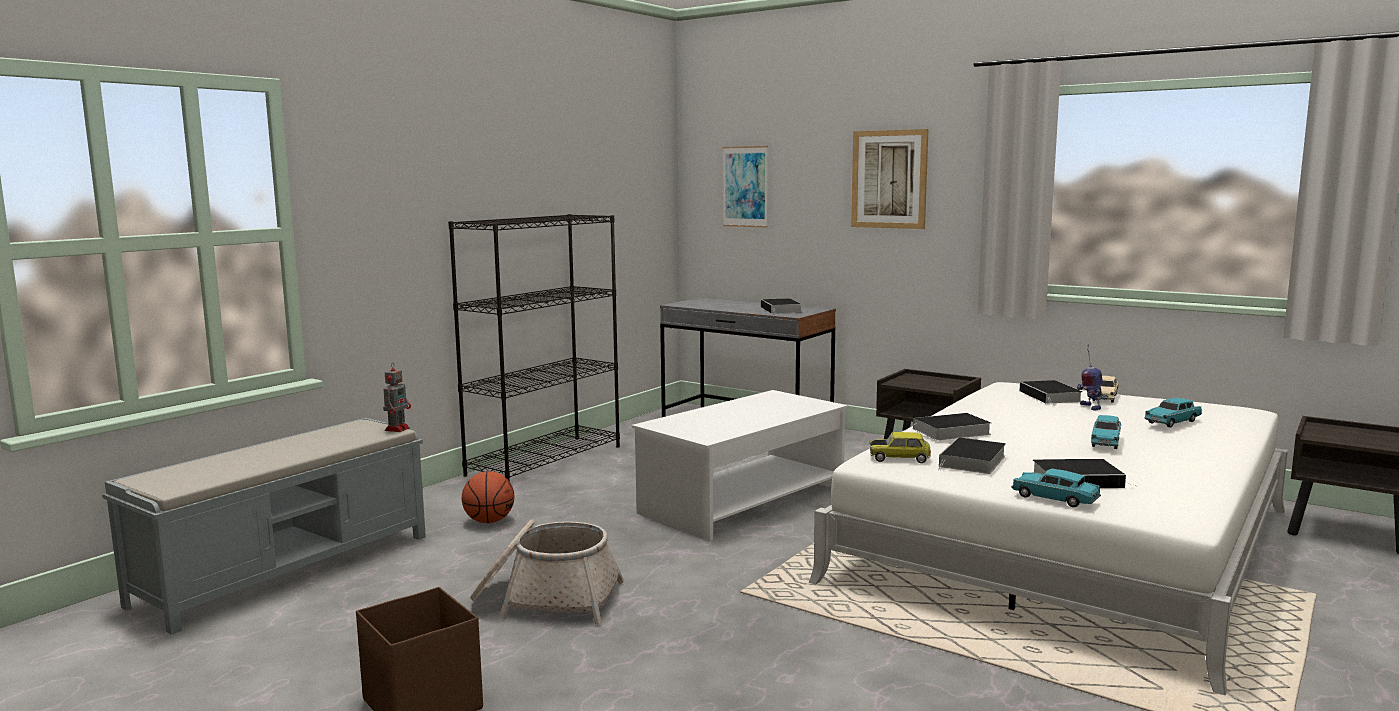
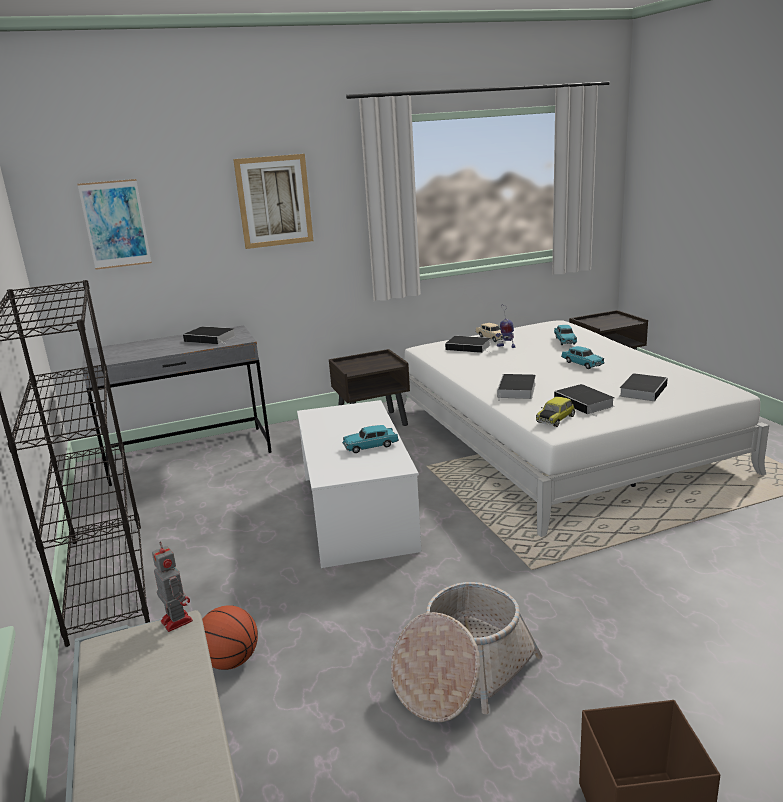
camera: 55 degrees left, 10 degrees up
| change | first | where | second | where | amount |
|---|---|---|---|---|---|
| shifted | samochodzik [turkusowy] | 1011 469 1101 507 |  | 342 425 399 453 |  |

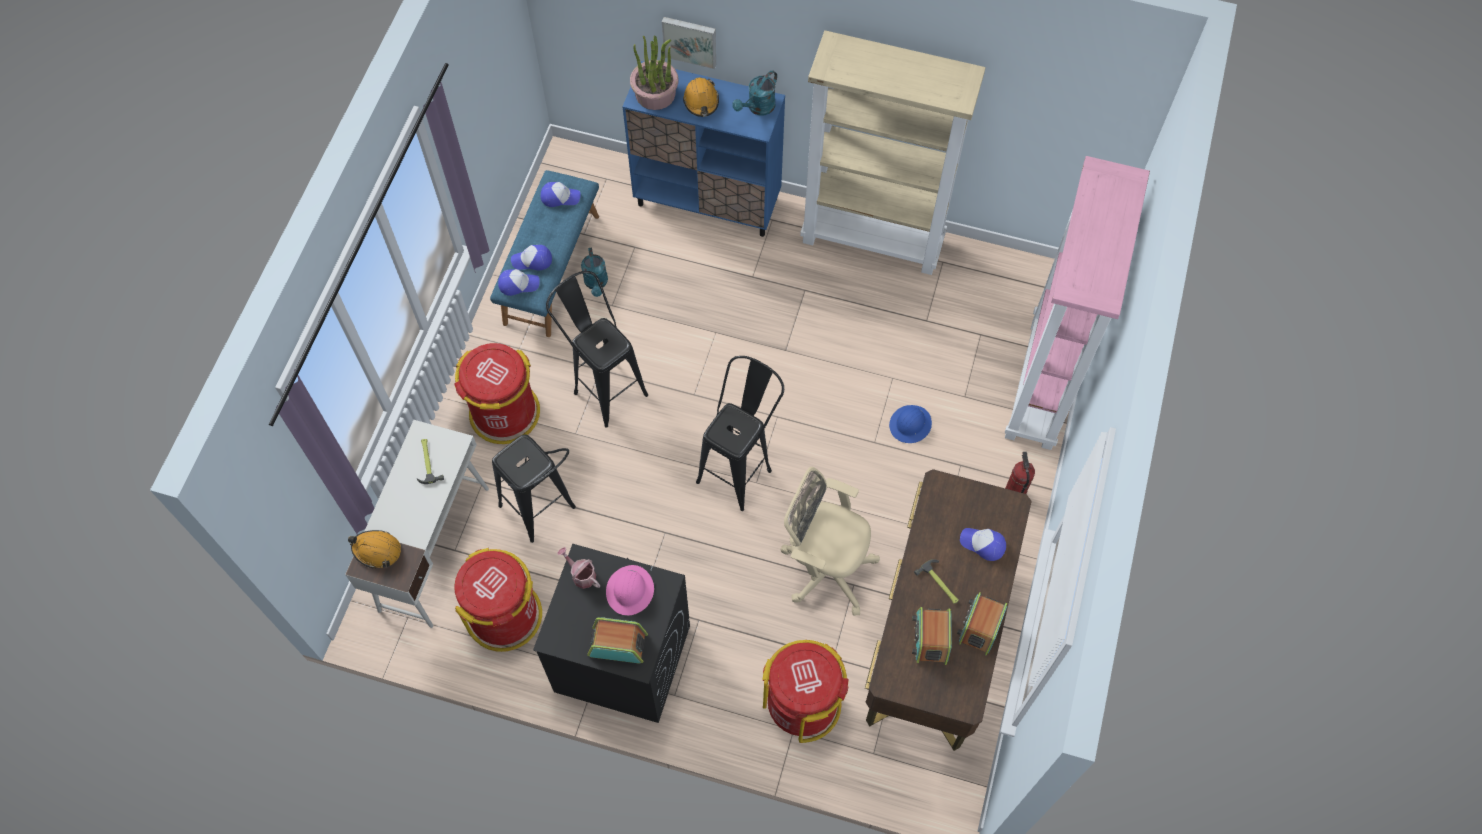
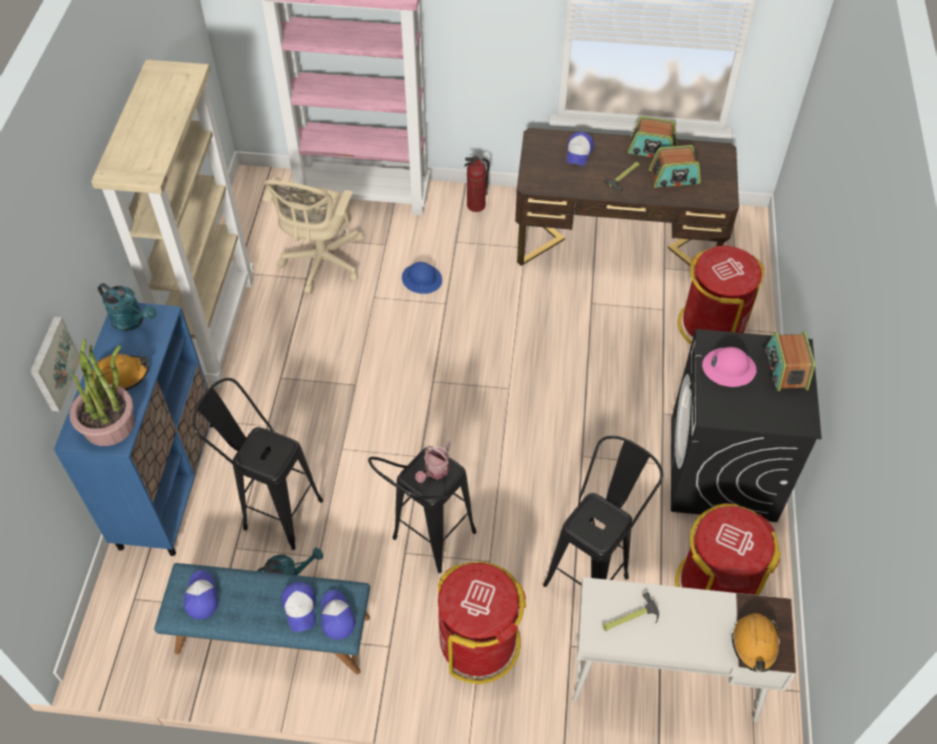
camera: 100 degrees left, 10 degrees down
| change | first | where | second | where | amount |
|---|---|---|---|---|---|
| shifted | konewka | 557 547 600 589 |  | 415 441 450 483 |  |
| shifted | stołek [czarny] | 696 356 784 511 |  | 193 378 323 550 |  |
| shifted | krzesło biurowe [beżowy] | 780 467 880 616 |  | 263 177 364 294 |  |

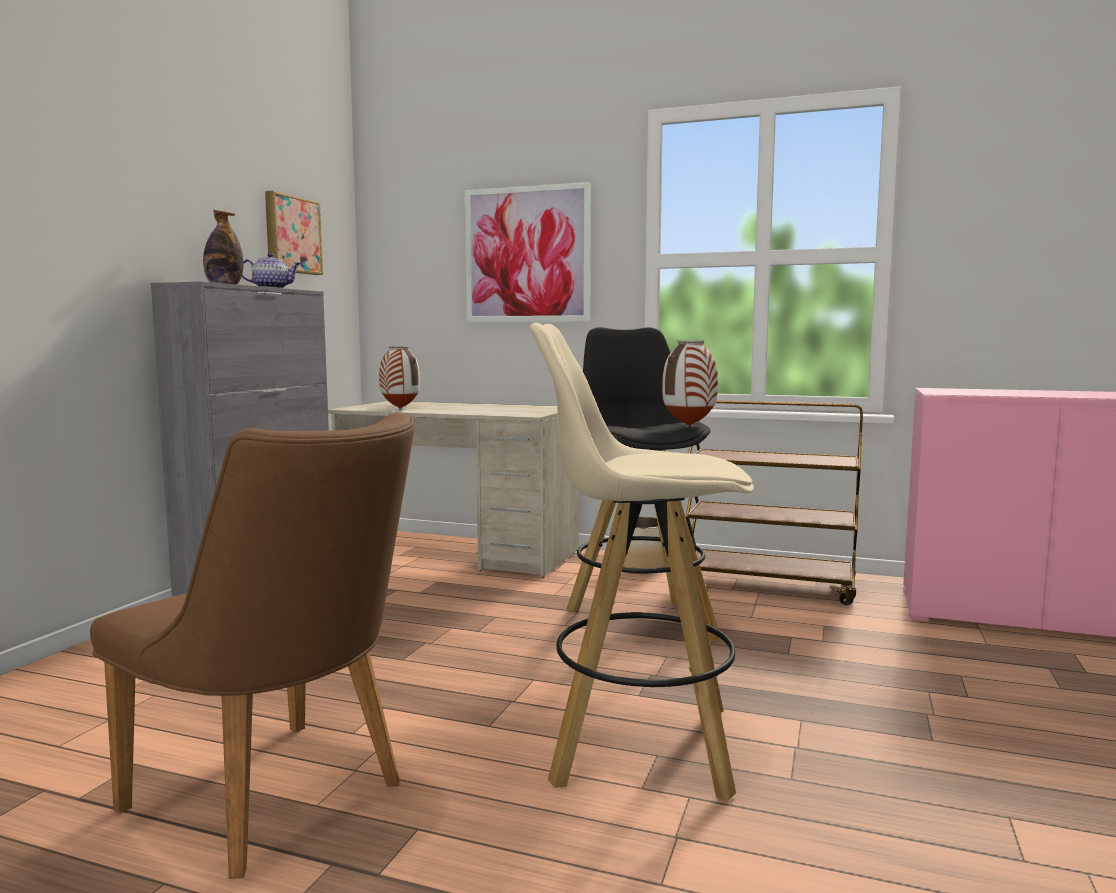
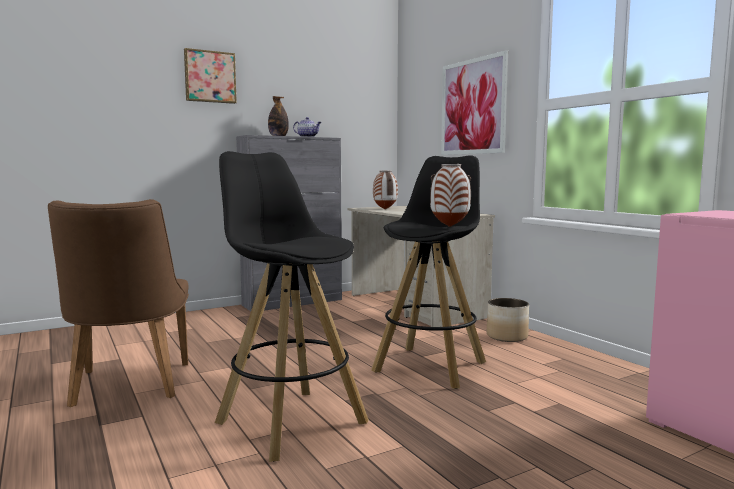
camera: 40 degrees right, 0 degrees up
| change | first | where | second | where | amount |
|---|---|---|---|---|---|
| gone | wózek [brązowy] | 686 400 863 605 |  |  |  |
| shifted | obraz | 265 191 323 275 |  | 184 48 237 104 |  |
| repainted | stołek [beżowy] | 530 323 754 800 | stołek [czarny] | 215 151 369 462 |  |

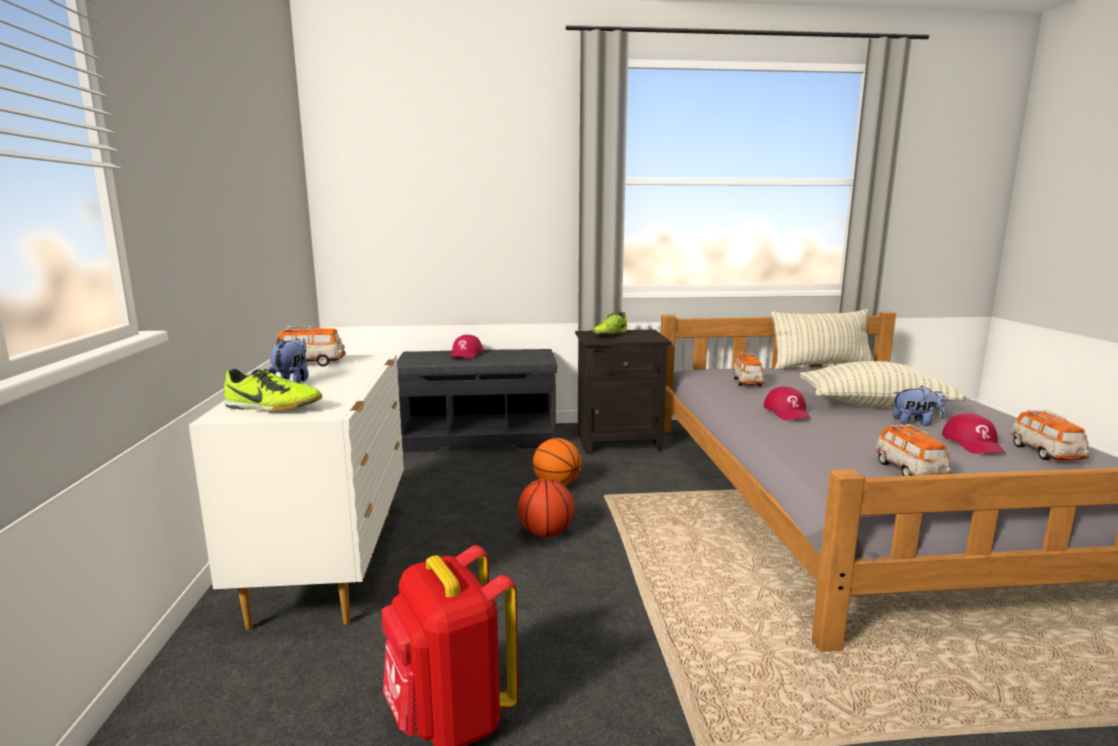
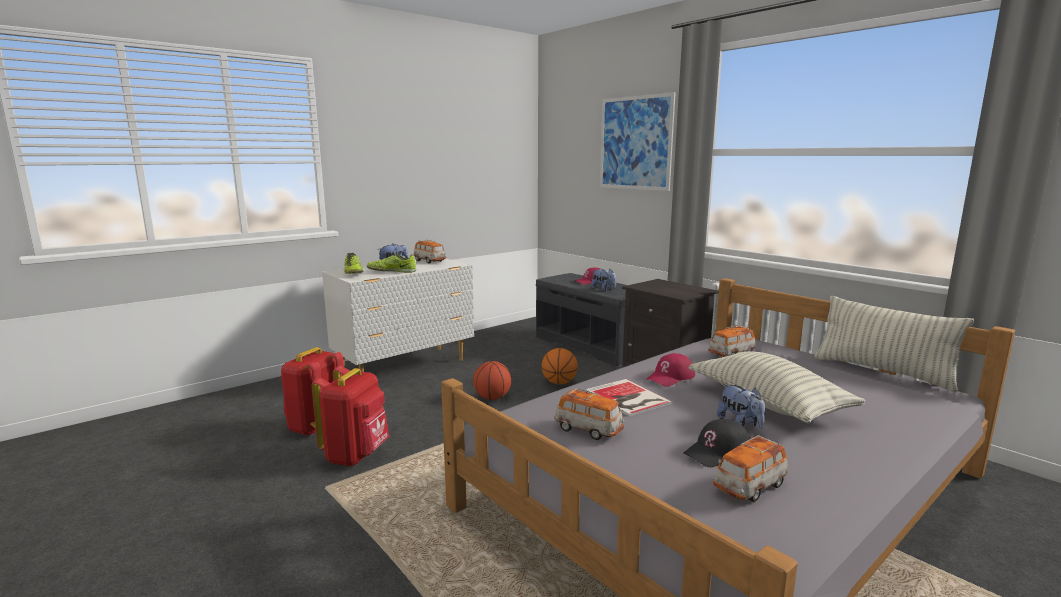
camera: 55 degrees right, 0 degrees up
| change | first | where | second | where | amount |
|---|---|---|---|---|---|
| new |  |  | plecak [czerwony] | 311 366 389 466 |  |
| new |  |  | książka | 586 379 672 417 |  |
| new |  |  | pluszak | 591 269 616 291 |  |
| new |  |  | obraz | 600 92 676 191 |  |
| shifted | but | 593 312 627 335 |  | 367 254 416 273 |  |
| repainted | czapka z daszkiem [czerwony] | 942 413 1006 454 | czapka z daszkiem [czarny] | 683 419 751 467 |  |
| rotated | samochodzik | 875 424 951 476 |  | 554 388 624 440 | 105 degrees counterclockwise |

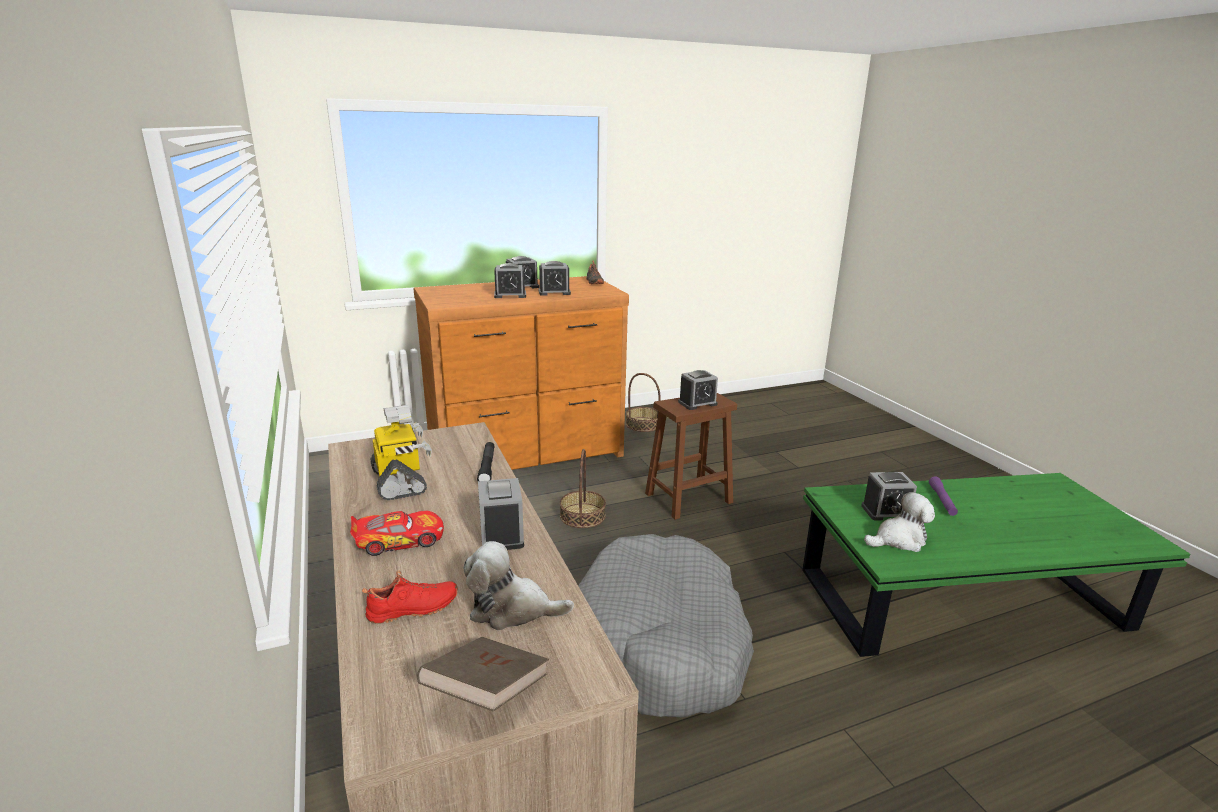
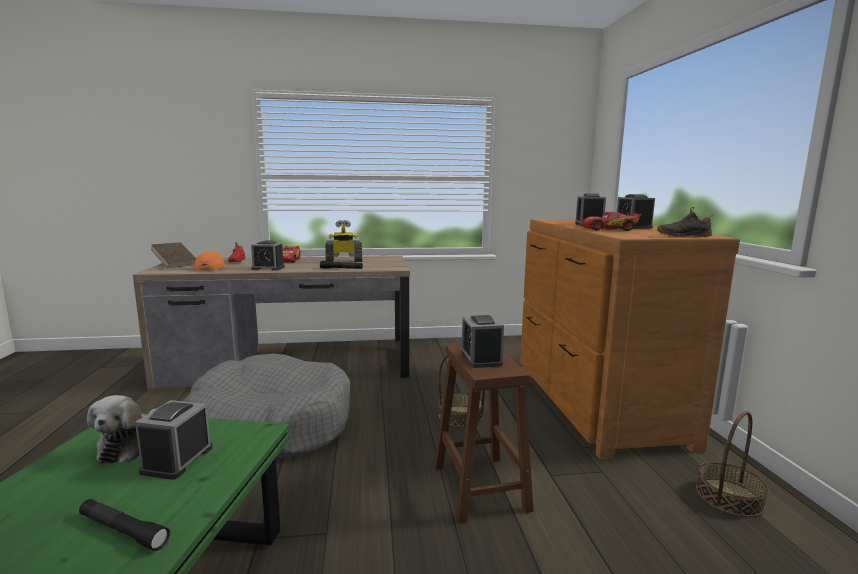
camera: 105 degrees right, 10 degrees down
| change | first | where | second | where | amount |
|---|---|---|---|---|---|
| swapped | pluszak | 464 541 574 631 | czapka z daszkiem [pomarańczowy] | 194 251 226 270 |  |
| swapped | budzik | 538 261 571 295 | samochodzik | 582 212 641 231 |  |
| repainted | latarka [fioletowy] | 929 476 958 516 | latarka [czarny] | 79 499 170 551 |  |

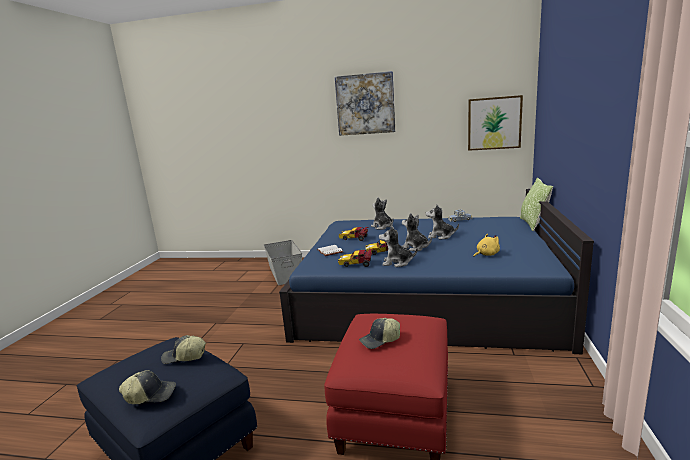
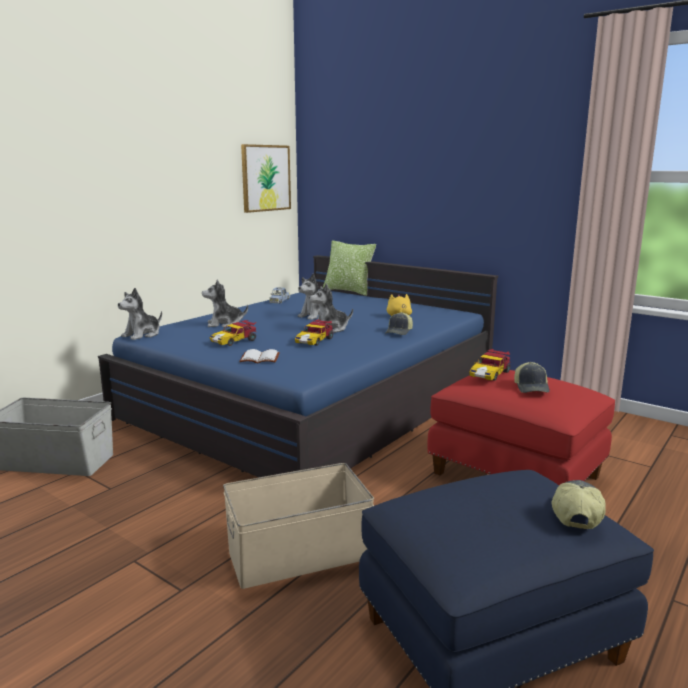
camera: 65 degrees left, 0 degrees up
| change | first | where | second | where | amount |
|---|---|---|---|---|---|
| gone | obraz | 335 71 395 136 |  |  |  |
| new |  |  | pojemnik do przechowywania [beżowy] | 223 463 374 589 |  |
| shifted | czapka z daszkiem | 161 335 206 364 |  | 385 312 413 335 |  |
| shifted | samochodzik | 338 249 373 267 |  | 469 349 511 381 |  |
| shifted | pluszak | 379 226 418 267 |  | 118 288 162 340 |  |

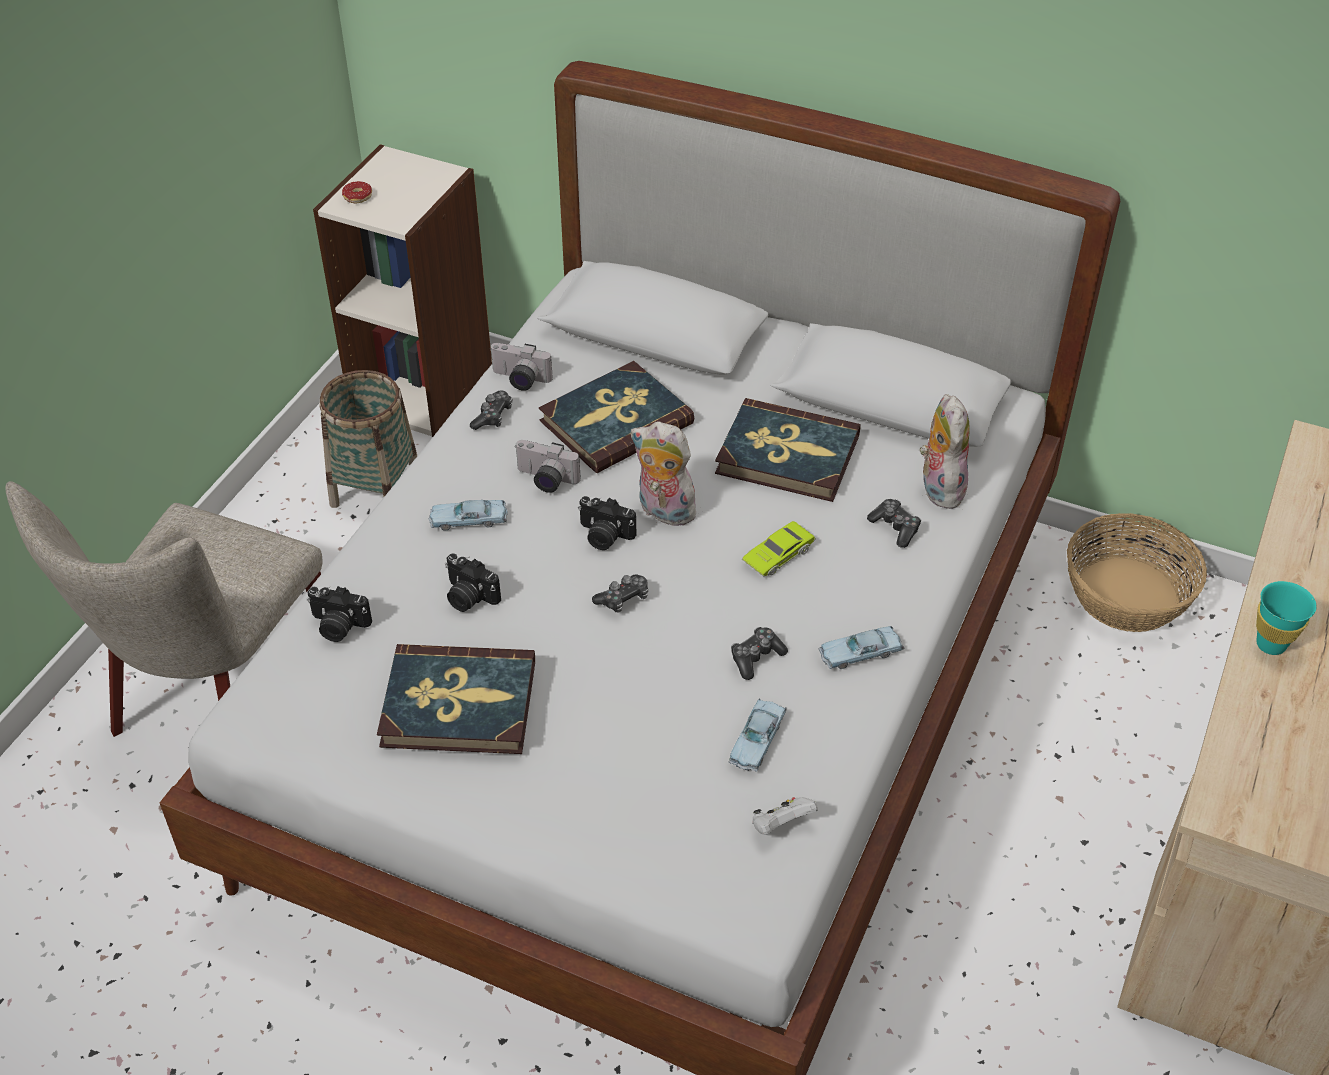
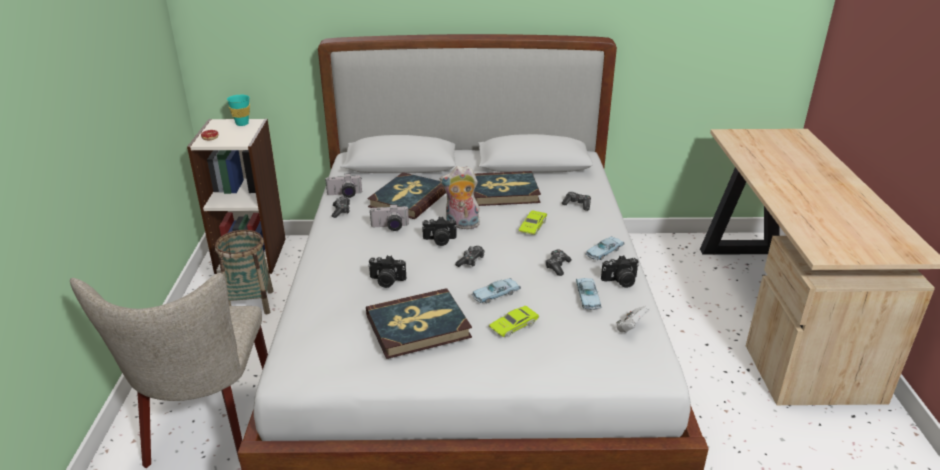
camera: 25 degrees left, 15 degrees down
| change | first | where | second | where | amount |
|---|---|---|---|---|---|
| gone | pluszak | 920 394 970 509 |  |  |  |
| gone | koszyk | 1067 513 1207 632 |  |  |  |
| new |  |  | samochodzik [zielony] | 489 306 539 337 |  |
| shifted | aparat fotograficzny | 307 586 372 642 |  | 601 255 639 288 |  |
| shifted | samochodzik [niebieski] | 429 500 508 530 |  | 472 278 521 303 |  |
| shifted | filiżanka [turkusowy] | 1256 581 1317 655 |  | 227 95 250 126 |  |

